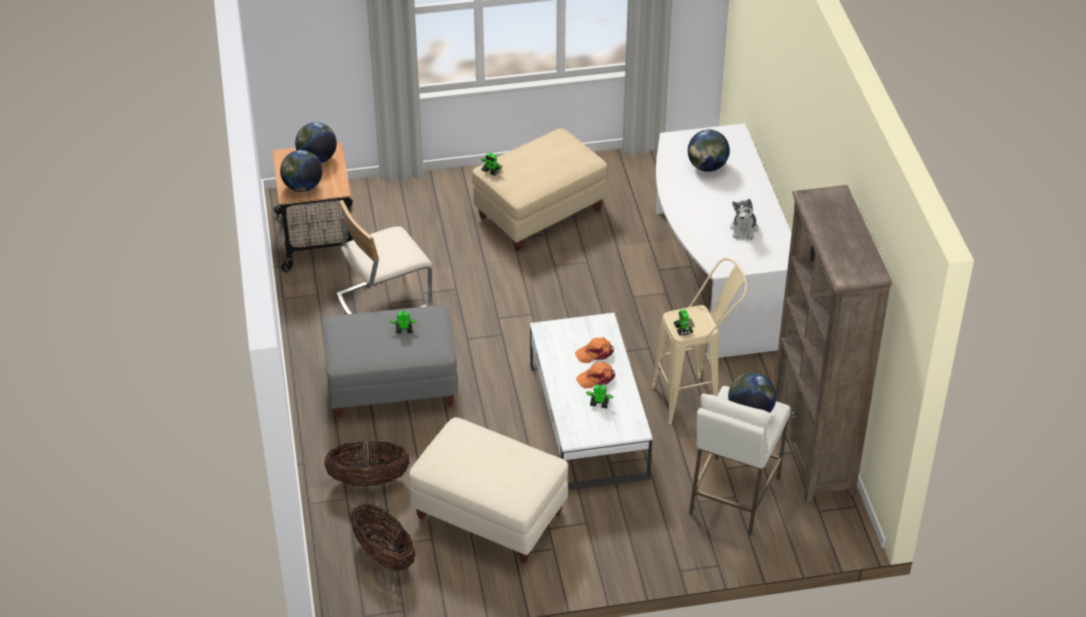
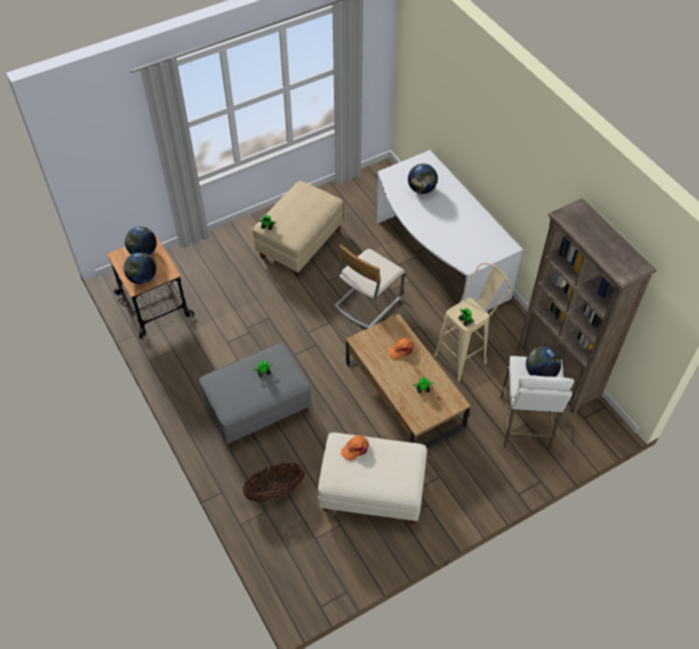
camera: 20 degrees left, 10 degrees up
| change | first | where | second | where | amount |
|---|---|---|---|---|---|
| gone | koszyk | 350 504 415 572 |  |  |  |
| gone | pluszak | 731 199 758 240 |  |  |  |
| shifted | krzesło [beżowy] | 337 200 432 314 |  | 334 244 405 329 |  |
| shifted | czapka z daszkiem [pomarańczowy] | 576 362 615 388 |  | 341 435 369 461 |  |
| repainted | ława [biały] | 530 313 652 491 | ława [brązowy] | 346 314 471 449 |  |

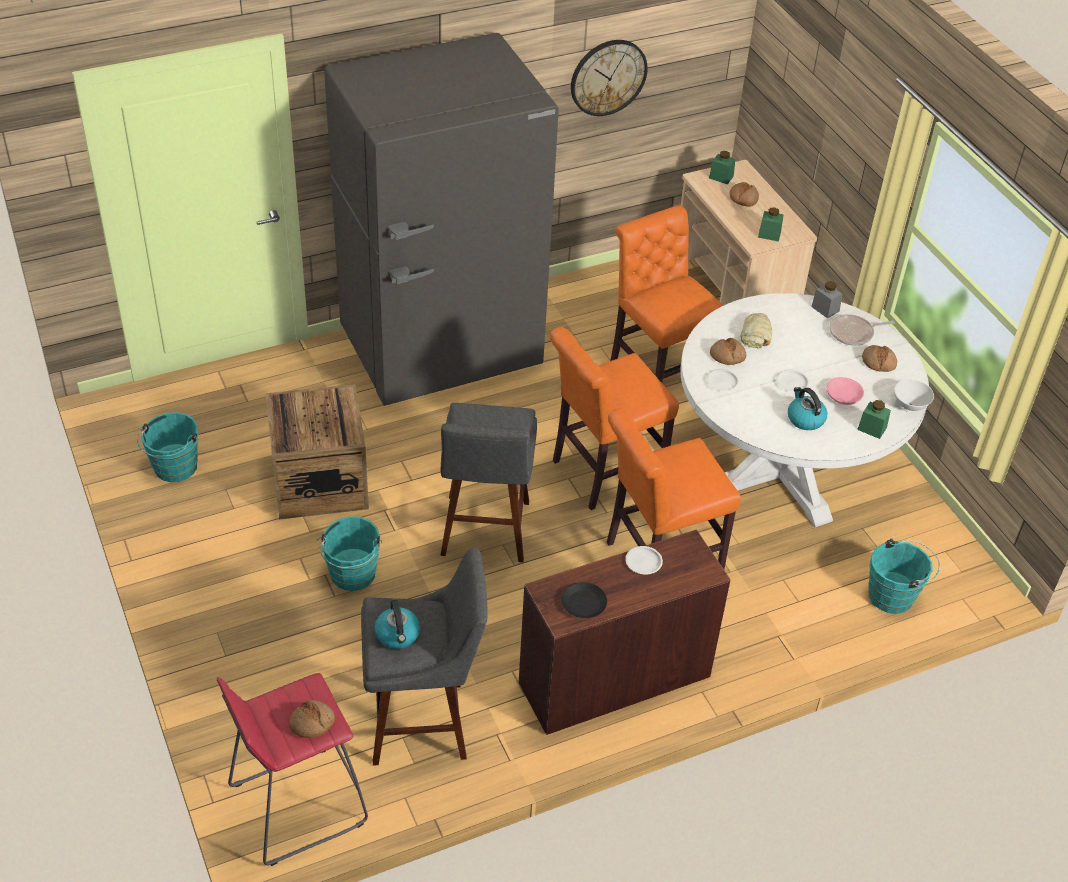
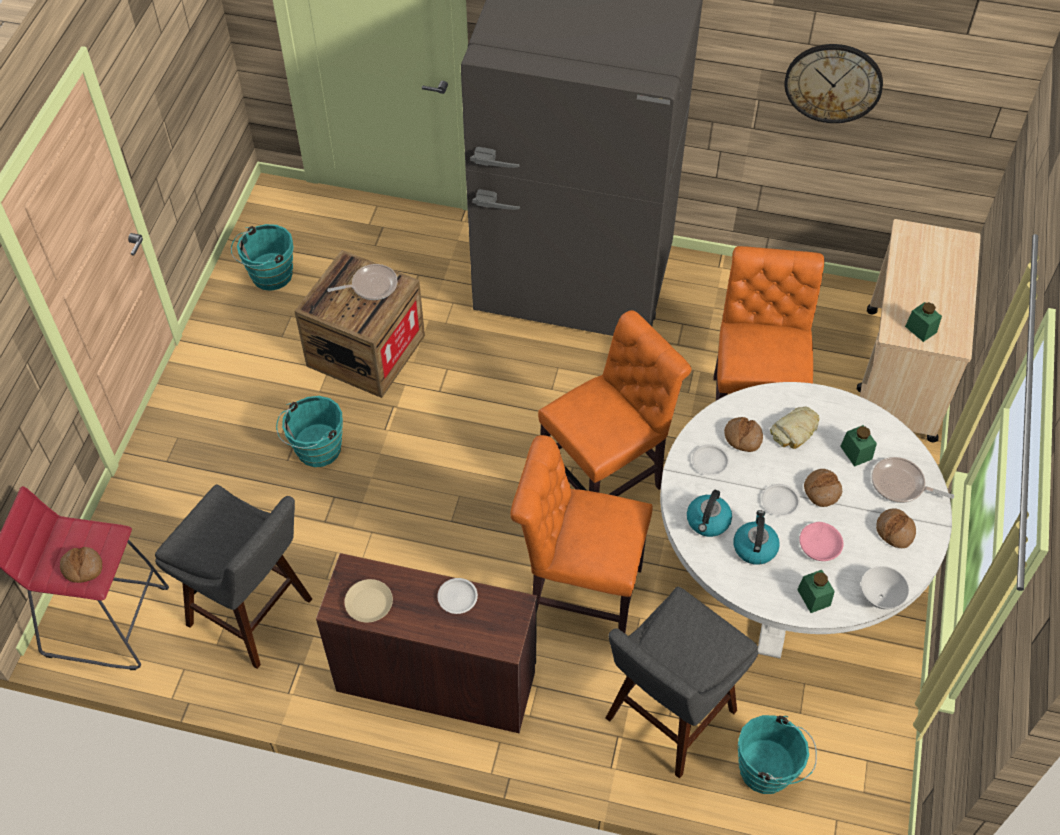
camera: 40 degrees right, 10 degrees up
| change | first | where | second | where | amount |
|---|---|---|---|---|---|
| gone | słoik [szary] | 811 281 842 318 |  |  |  |
| new |  |  | patelnia | 327 264 398 300 |  |
| shifted | czajnik | 374 600 420 649 |  | 687 490 732 537 |  |
| shifted | stołek [szary] | 440 403 537 562 |  | 606 587 758 779 |  |
| shifted | słoik [zielony] | 709 151 735 184 |  | 840 425 877 467 |  |
| shifted | chleb | 729 182 759 207 |  | 804 469 842 507 |  |
| repainted | talerz [czarny] | 561 582 607 618 | talerz [beżowy] | 344 579 393 622 |  |
| rotated | krzesło [pomarańczowy] | 550 327 679 510 |  | 538 310 692 496 | 135 degrees clockwise |

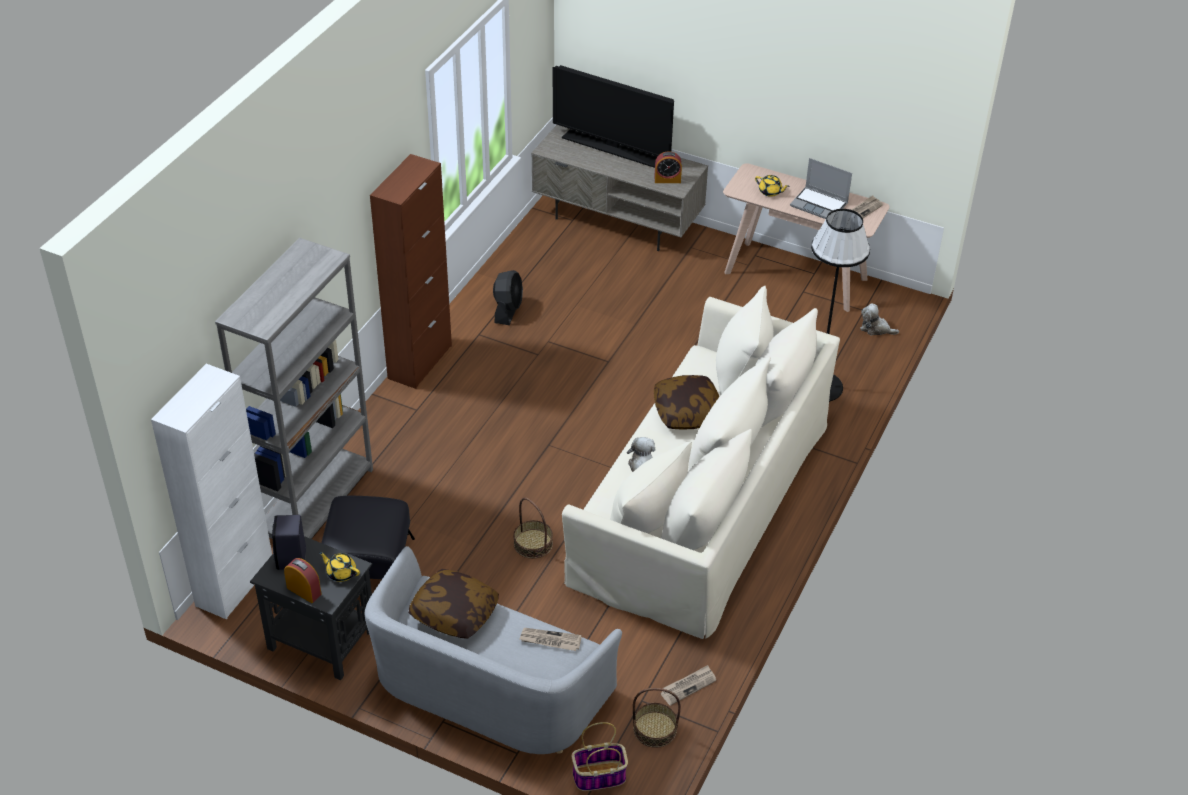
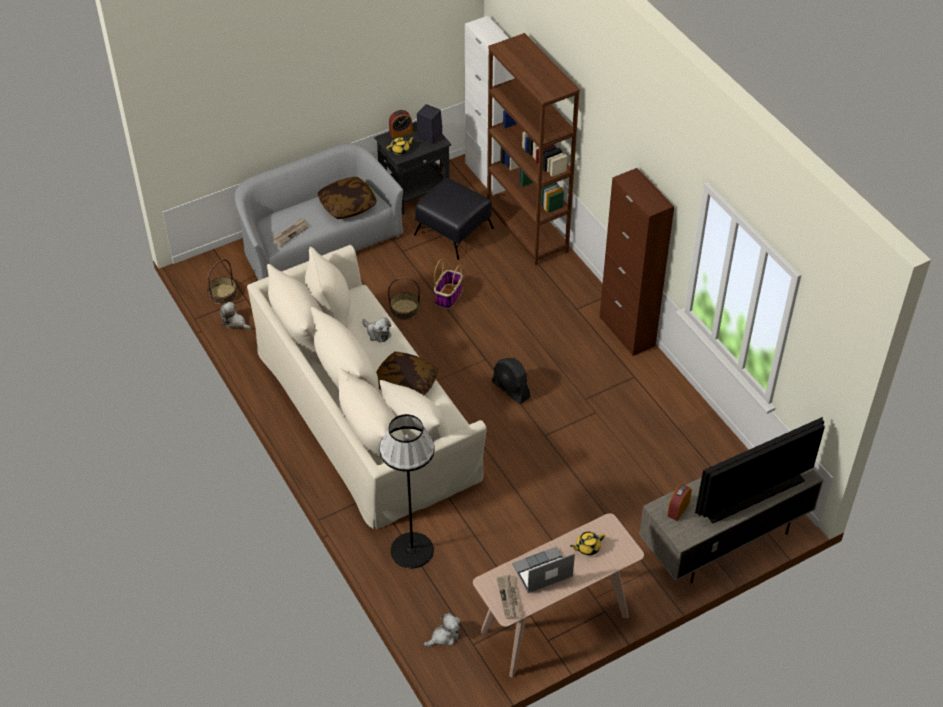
camera: 125 degrees right, 5 degrees up
| change | first | where | second | where | amount |
|---|---|---|---|---|---|
| shifted | wentylator [czarny] | 493 270 523 325 |  | 492 358 530 404 |  |
| shifted | koszyk | 572 722 628 791 |  | 434 259 463 309 |  |
| swapped | gazeta | 660 665 716 706 | pluszak | 219 302 251 330 |  |
| repainted | regał [szary] | 215 238 373 539 | regał [brązowy] | 487 33 580 265 |  |

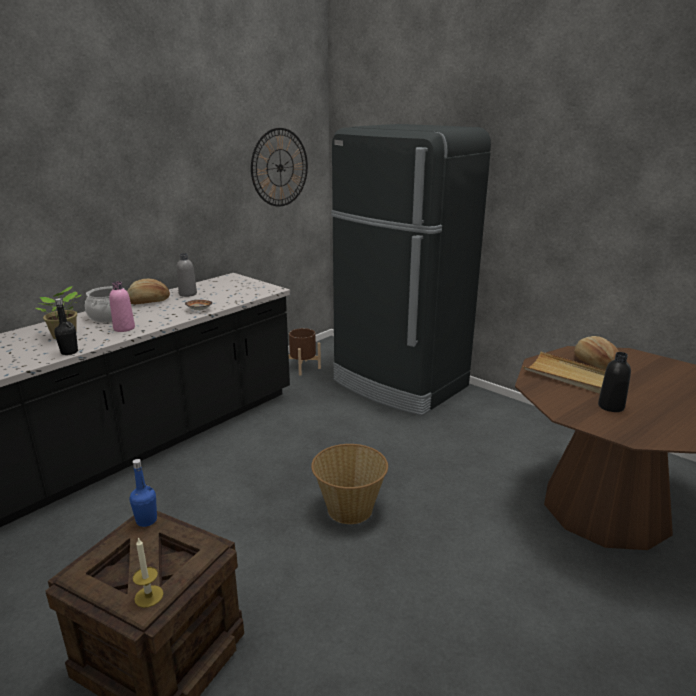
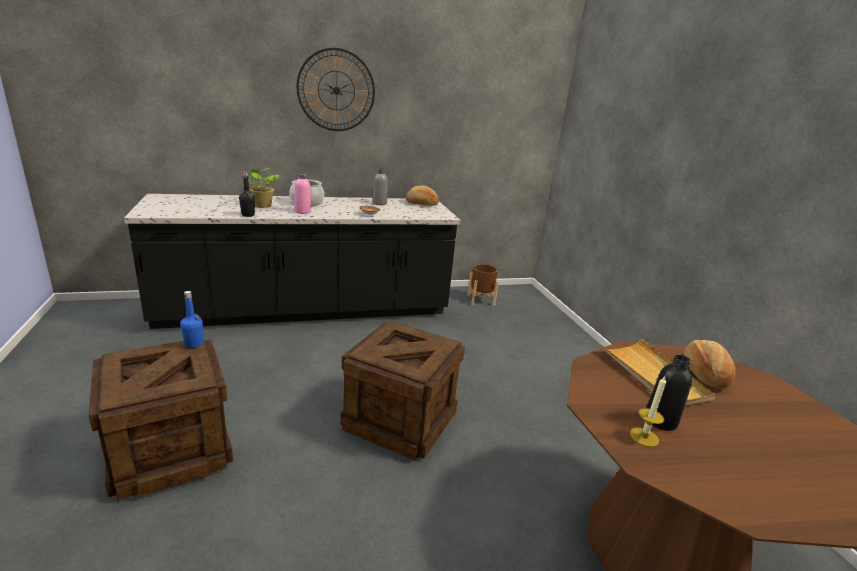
camera: 30 degrees right, 0 degrees up
| change | first | where | second | where | amount |
|---|---|---|---|---|---|
| gone | lodówka [czarny] | 331 124 491 416 |  |  |  |
| shifted | chleb | 127 279 170 304 |  | 406 186 439 206 |  |
| shifted | świeca | 133 537 164 608 |  | 630 376 666 447 |  |
| shifted | zegar ścienny | 251 128 308 207 |  | 296 48 375 131 |  |
| swapped | koszyk | 311 444 388 524 | skrzynka | 341 321 465 460 |  |

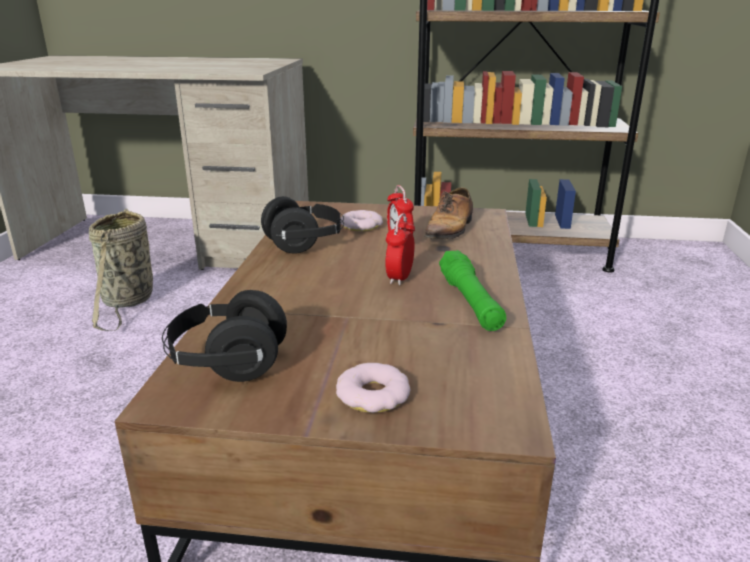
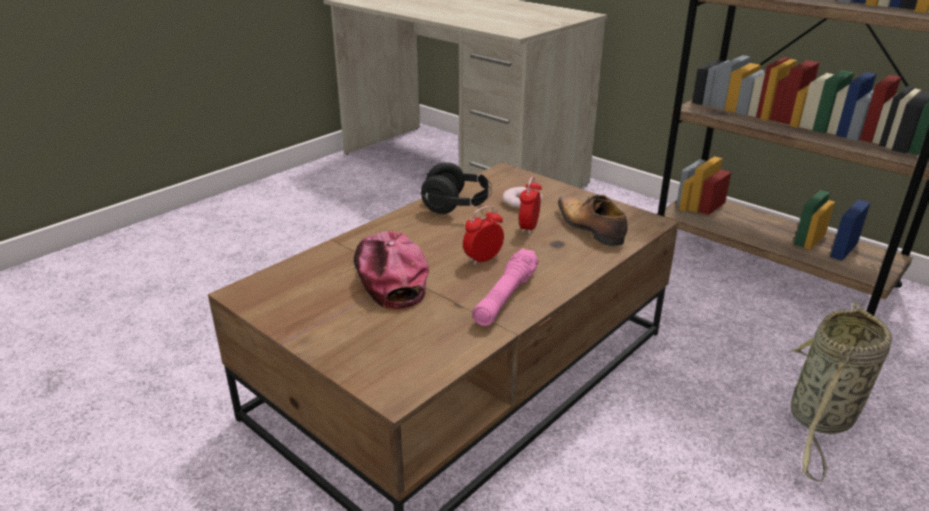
camera: 35 degrees right, 5 degrees up
| change | first | where | second | where | amount |
|---|---|---|---|---|---|
| gone | słuchawki [czarny] | 162 290 287 382 |  |  |  |
| gone | donut | 336 363 410 413 |  |  |  |
| new |  |  | czapka z daszkiem | 354 231 429 311 |  |
| shifted | koszyk | 89 208 153 331 |  | 790 302 892 482 |  |
| repainted | latarka [zielony] | 439 250 506 331 | latarka [różowy] | 472 248 539 326 |  |
| rotated | but | 424 187 473 239 |  | 558 194 628 246 | 90 degrees clockwise |

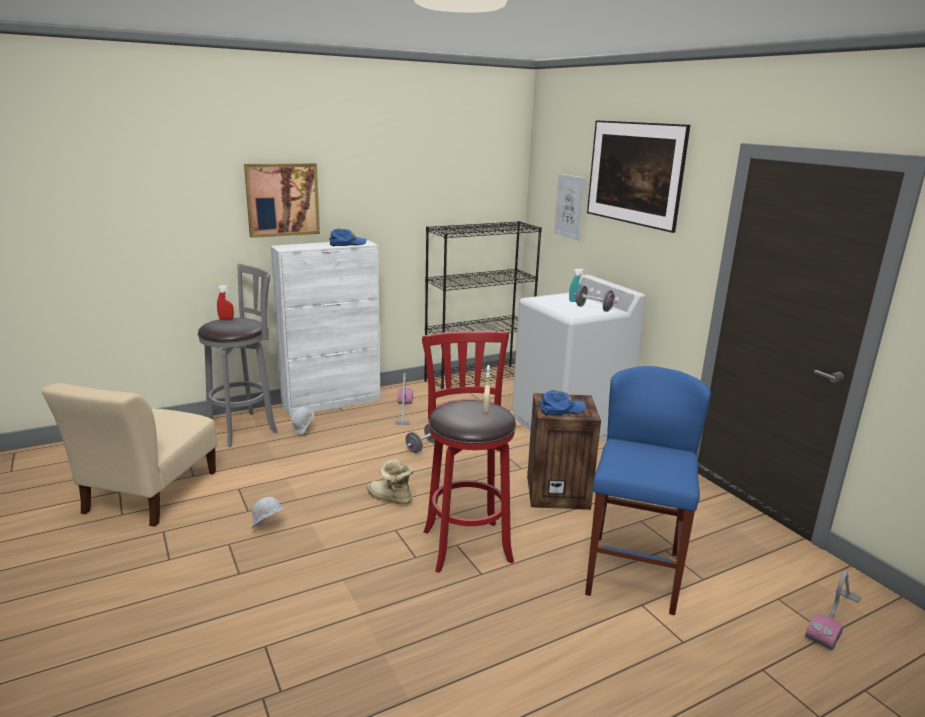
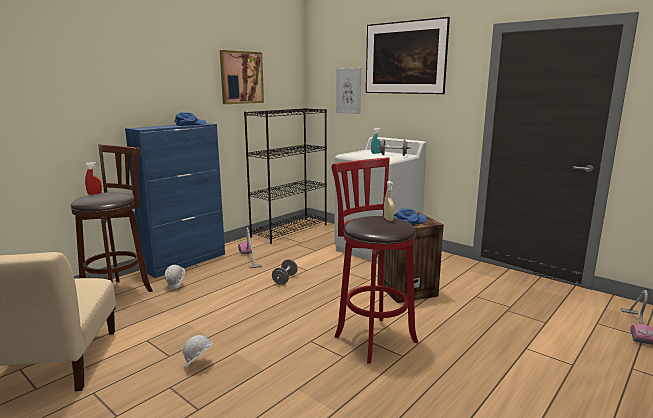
camera: 20 degrees left, 5 degrees down
| change | first | where | second | where | amount |
|---|---|---|---|---|---|
| gone | but z cholewką | 367 459 414 505 |  |  |  |
| gone | stołek [niebieski] | 585 366 711 615 |  |  |  |
| shifted | obraz | 244 163 320 238 |  | 220 50 264 104 |  |
| repainted | stołek [szary] | 198 263 278 447 | stołek [brązowy] | 70 144 153 310 |  |
| repainted | szafka [biały] | 271 240 380 417 | szafka [niebieski] | 125 123 225 278 |  |

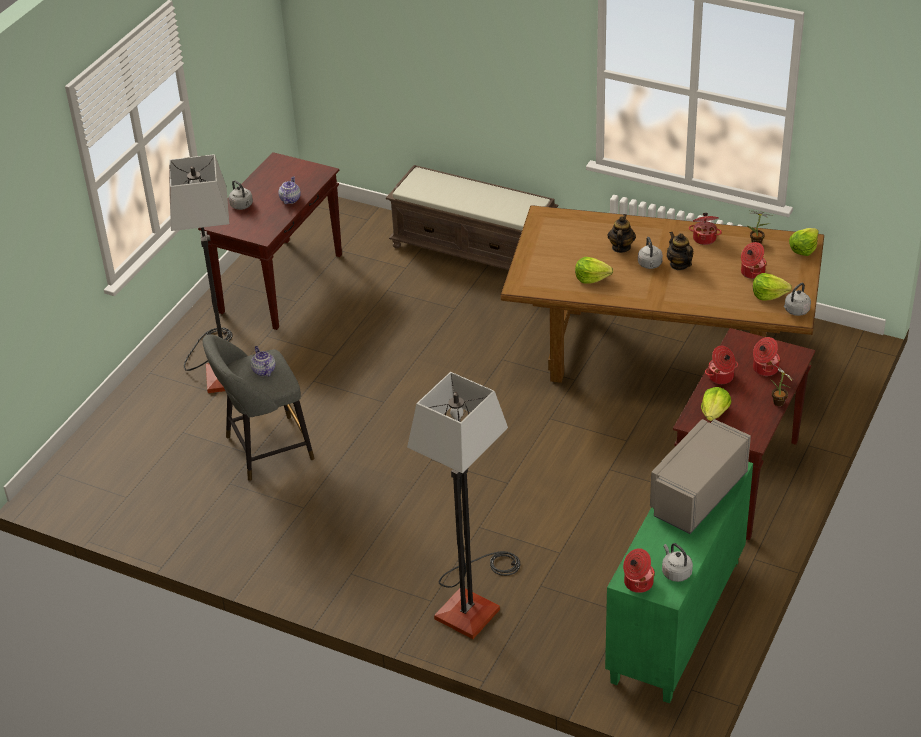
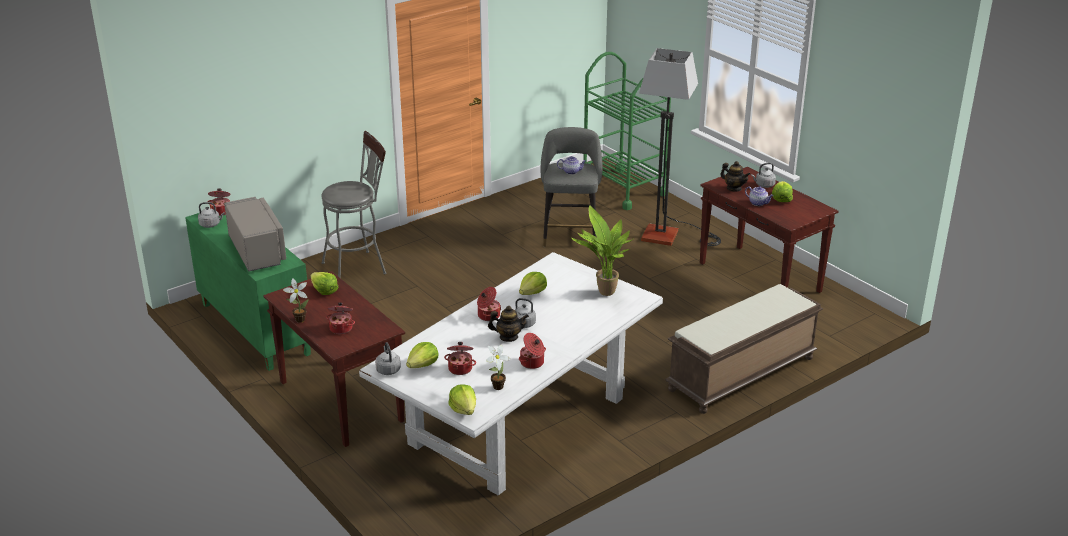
camera: 115 degrees right, 10 degrees down
| change | first | where | second | where | amount |
|---|---|---|---|---|---|
| new |  |  | roślina doniczkowa | 571 205 633 296 |  |
| new |  |  | wózek [zielony] | 583 52 671 210 |  |
| new |  |  | sałata | 772 181 793 202 |  |
| shifted | imbryk | 608 214 636 253 |  | 720 161 750 192 |  |
| shifted | garnek | 705 346 738 384 |  | 477 287 501 321 |  |
| swapped | lampa stojąca | 407 372 520 639 | stołek [szary] | 321 131 386 278 |  |
| repainted | stół jadalny [brązowy] | 501 205 824 383 | stół jadalny [biały] | 359 252 663 495 |  |

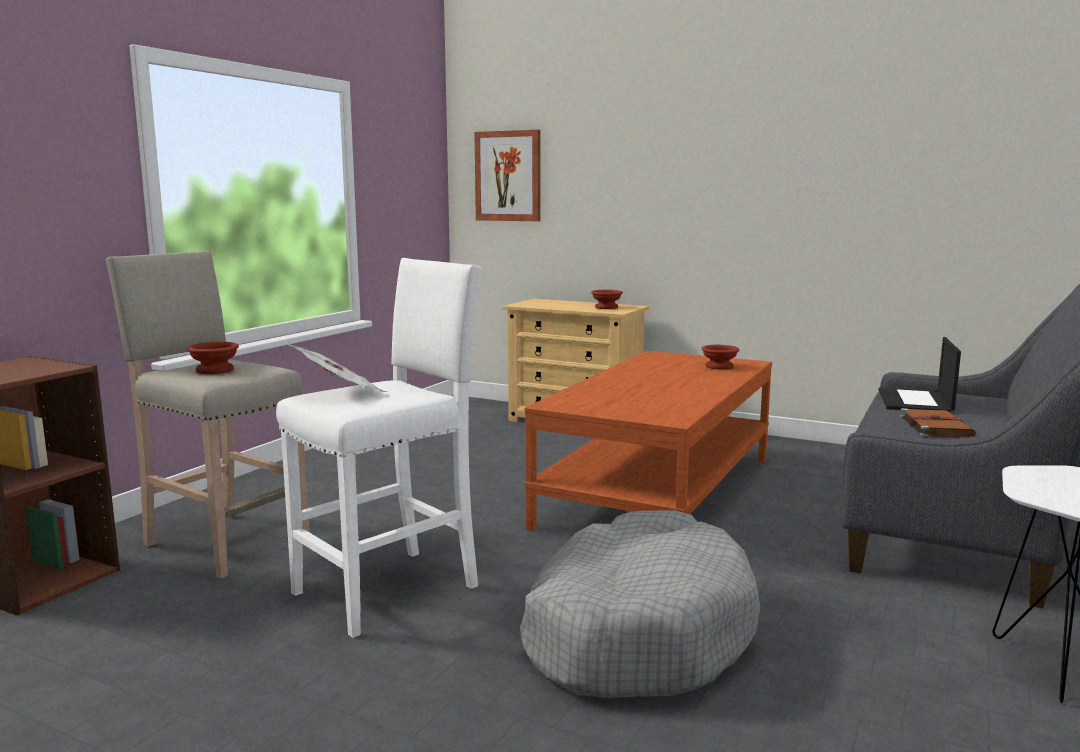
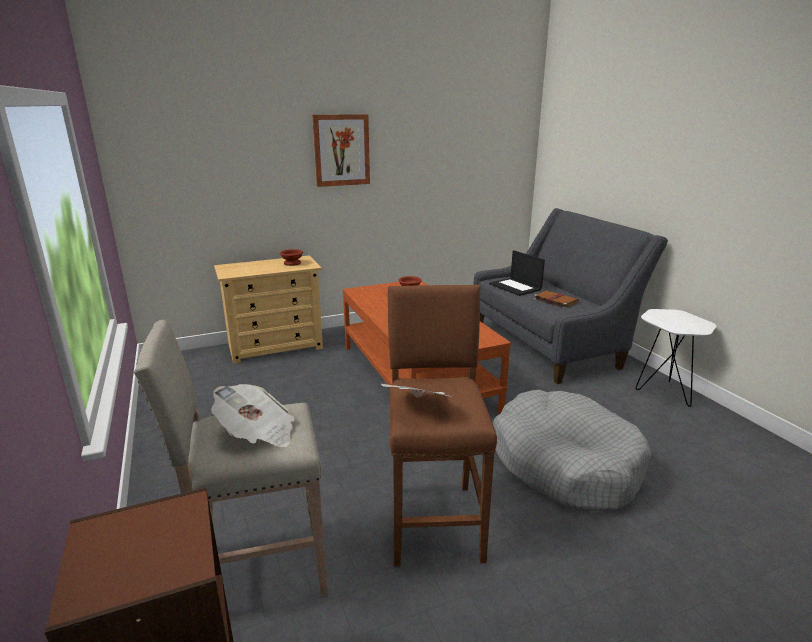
camera: 50 degrees left, 10 degrees up
| change | first | where | second | where | amount |
|---|---|---|---|---|---|
| shifted | obraz | 474 130 540 221 |  | 312 114 370 187 |  |
| swapped | miska [brązowy] | 187 342 239 374 | gazeta | 211 384 295 447 |  |
| repainted | stołek [biały] | 276 258 482 638 | stołek [brązowy] | 388 285 497 567 |  |

